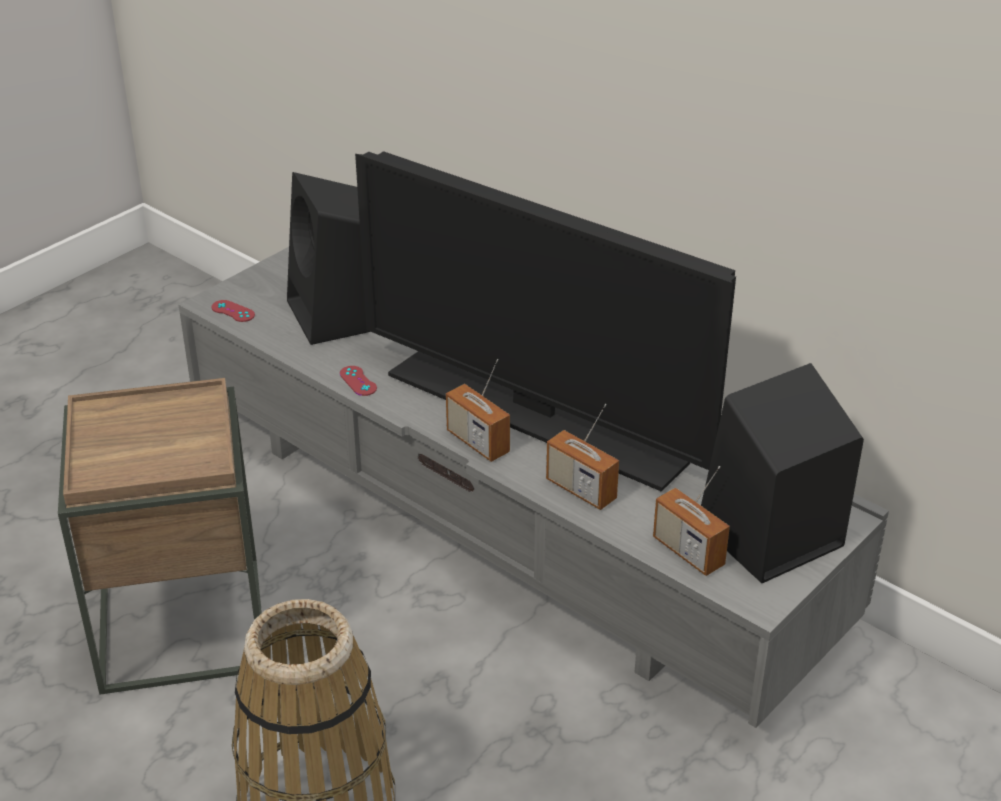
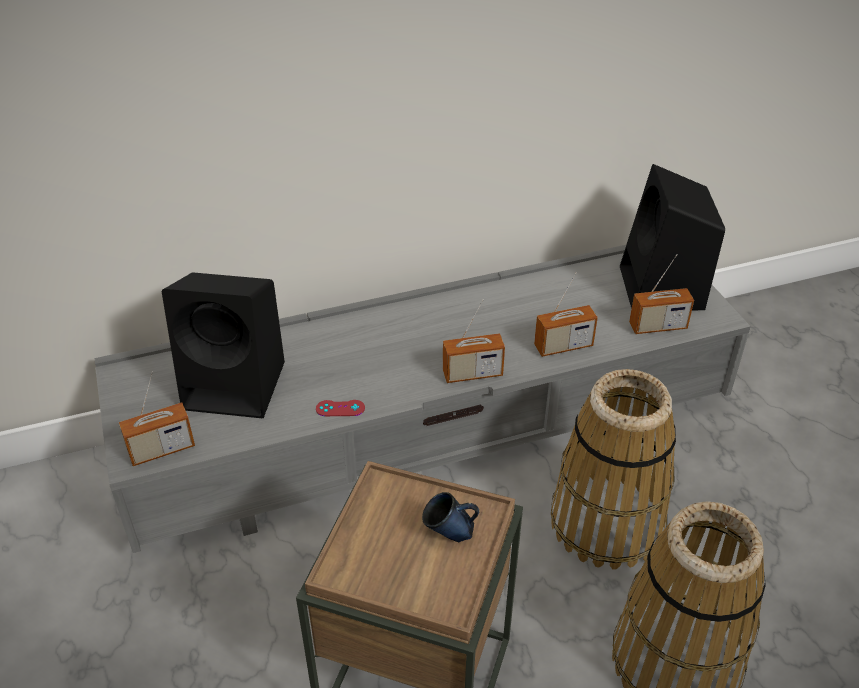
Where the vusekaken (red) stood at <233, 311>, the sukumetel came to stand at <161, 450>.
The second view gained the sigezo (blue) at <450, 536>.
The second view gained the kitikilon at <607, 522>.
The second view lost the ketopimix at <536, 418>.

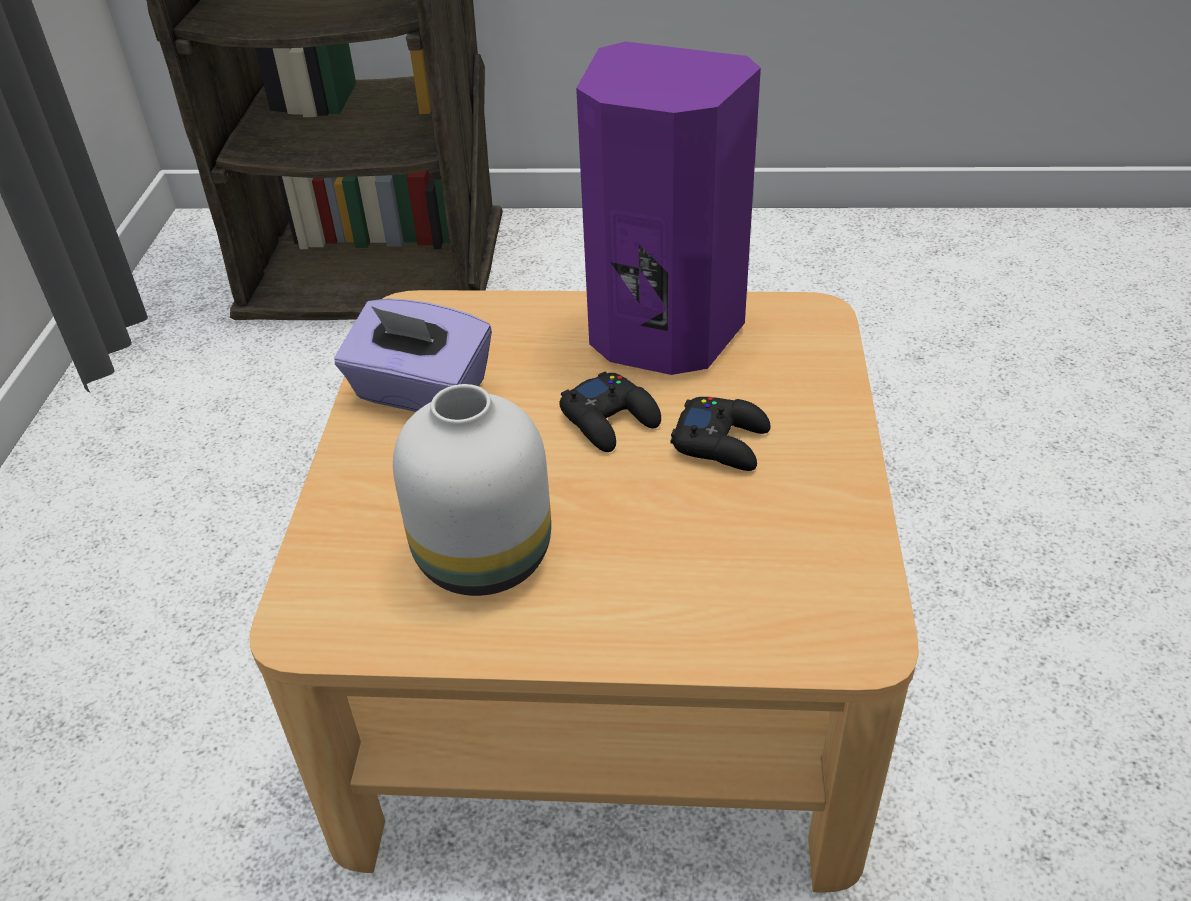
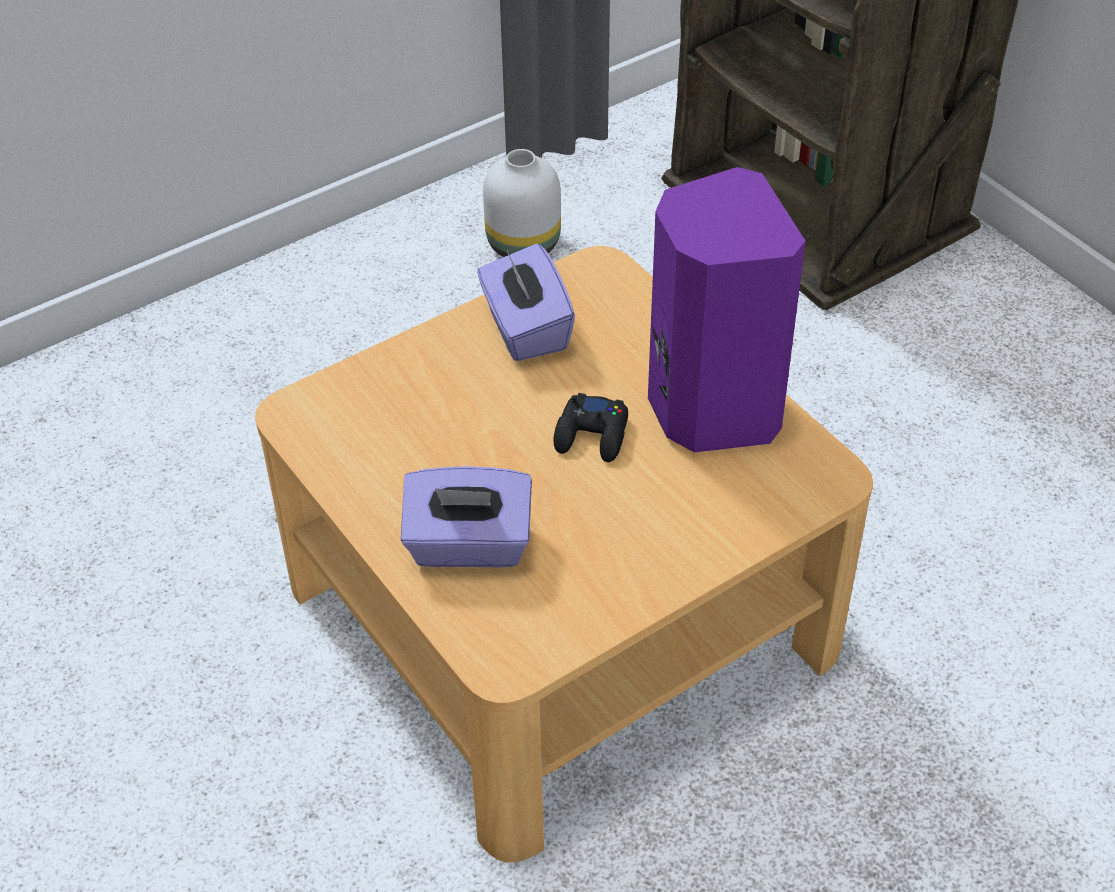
The second view gained the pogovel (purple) at <469, 546>.
The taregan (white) ended up elsewhere, having gone from <483, 554> to <525, 243>.
The second view lost the vusekaken (black) at <722, 442>.

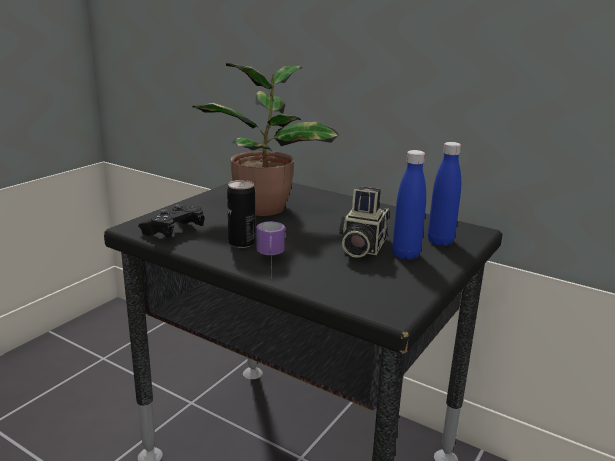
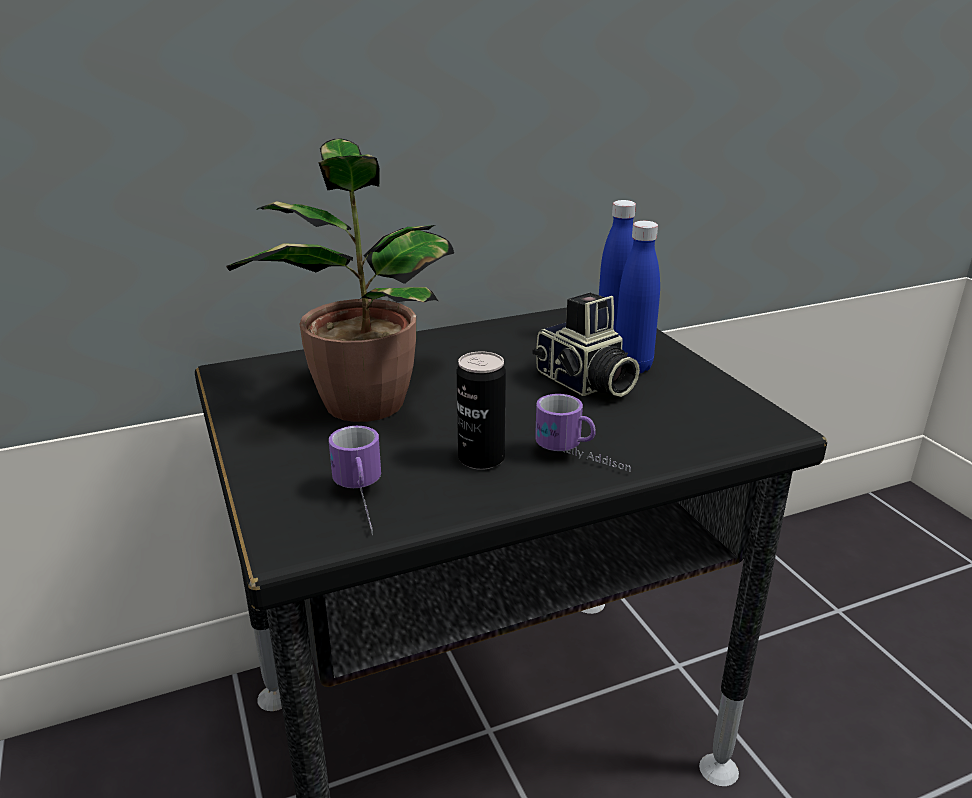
Where the vusekaken (black) stood at <173, 231>, the sigezo came to stand at <362, 505>.

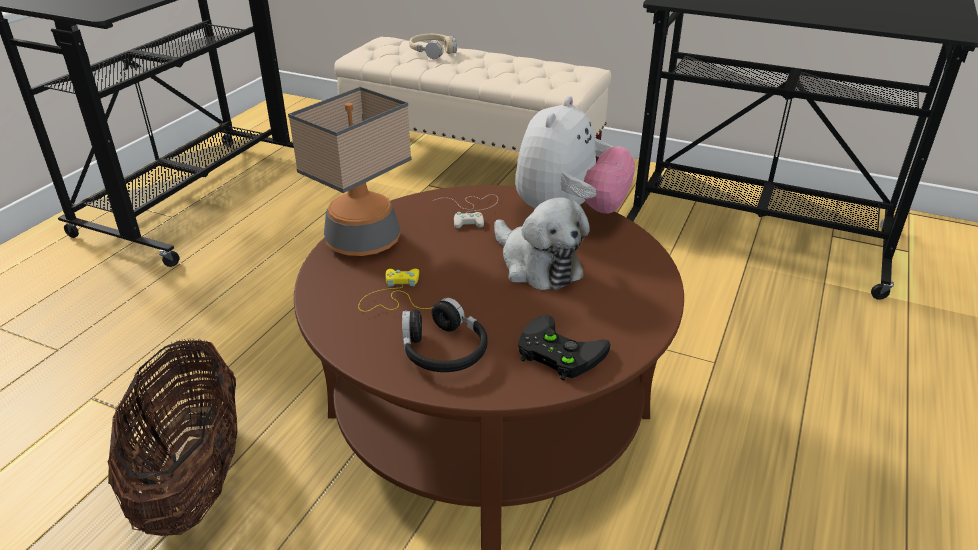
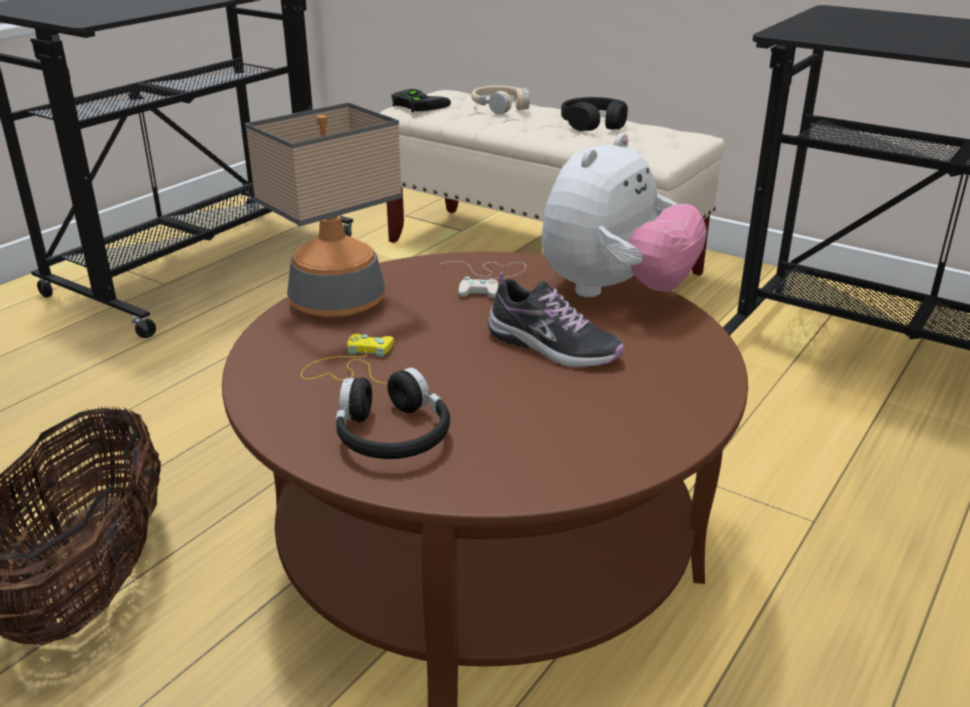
The vusekaken (black) ended up elsewhere, having gone from <556, 352> to <416, 105>.
Where the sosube stood at <537, 265>, the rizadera came to stand at <552, 347>.
The second view gained the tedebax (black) at <594, 124>.

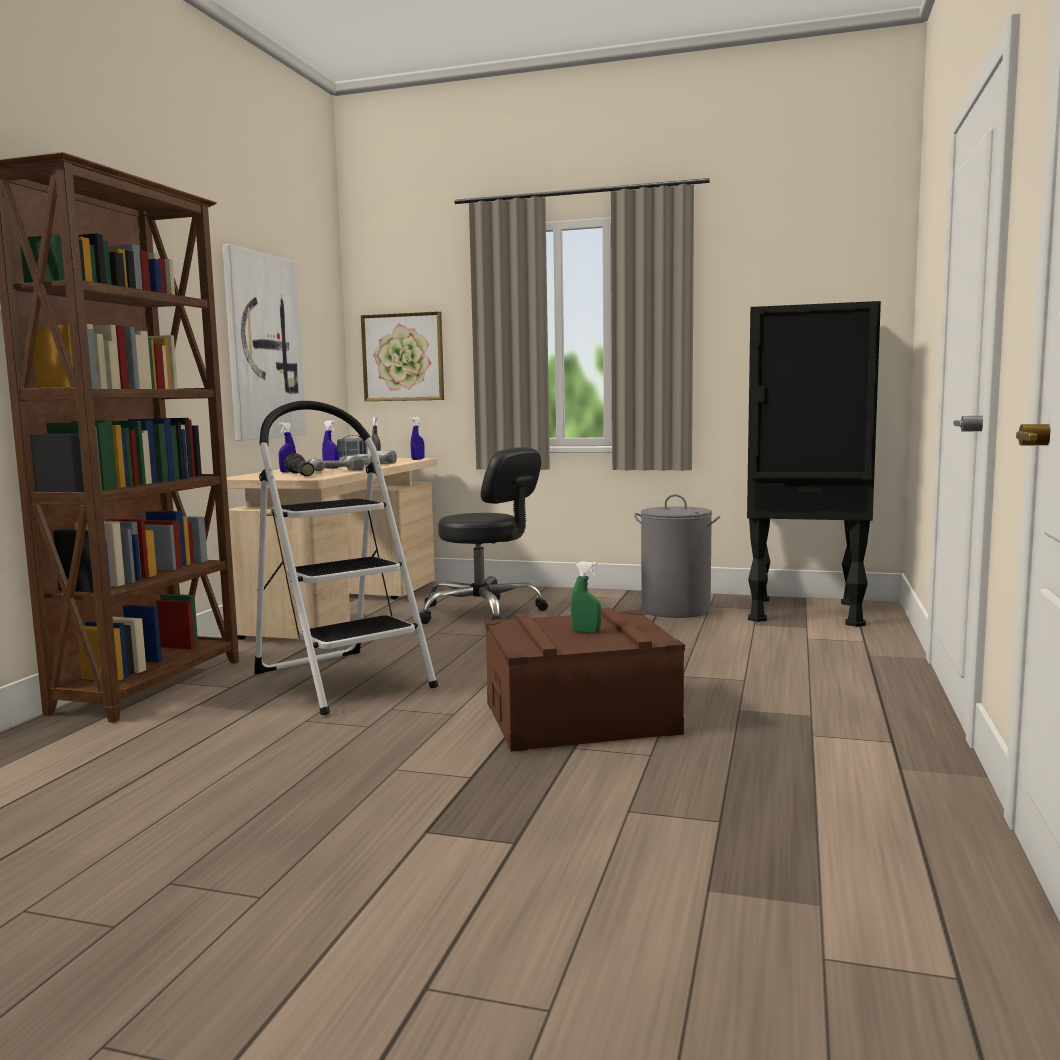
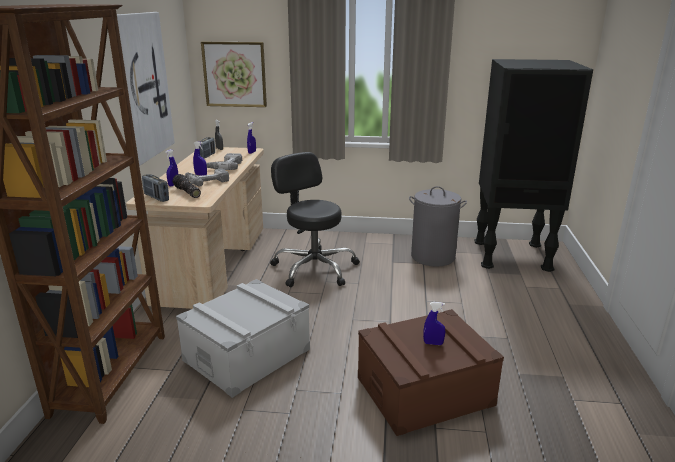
The second view gained the sukumetel at <156, 197>.
Where the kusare stood at <341, 679>, the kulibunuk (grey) came to stand at <247, 354>.
The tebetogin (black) at <485, 614> ended up facing another way, 150 degrees counterclockwise from before.
What was the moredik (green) at <586, 632> turned into the moredik (blue) at <433, 343>.

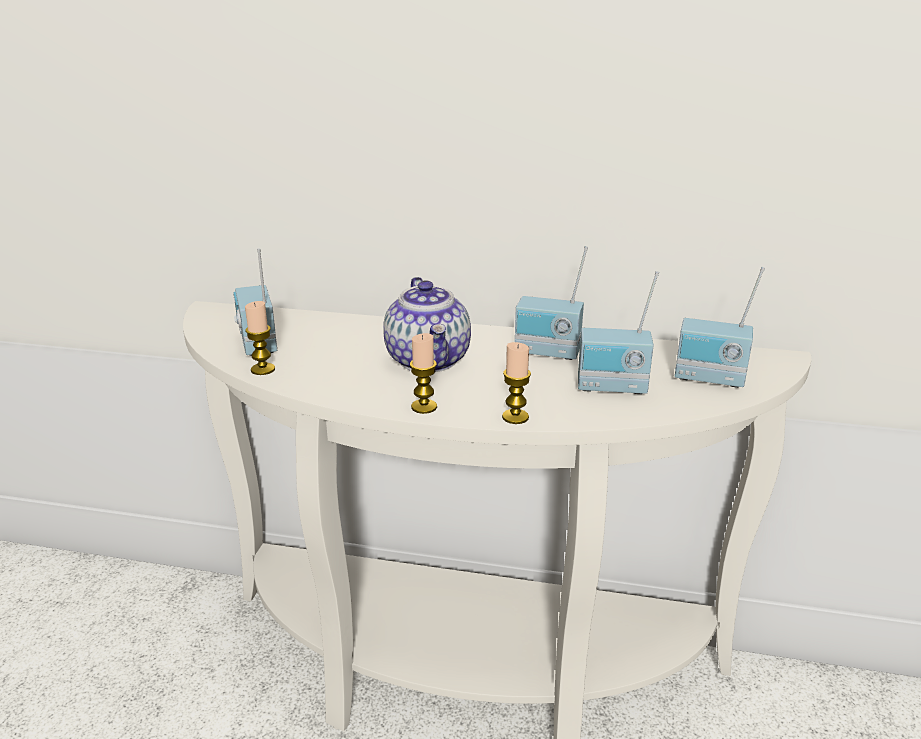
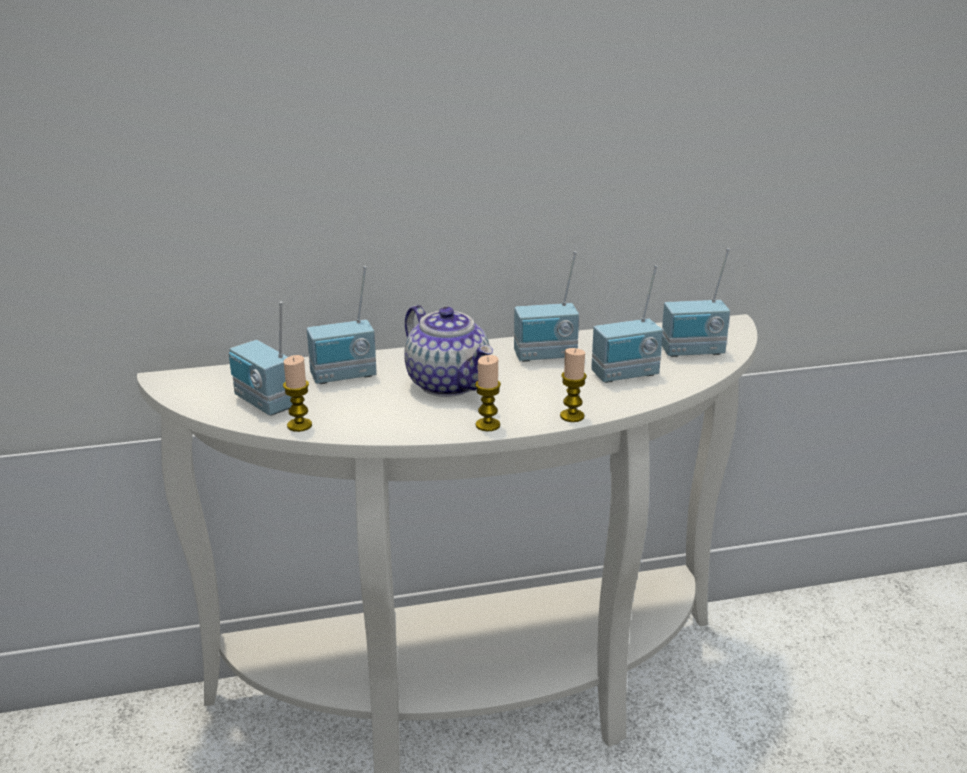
The second view gained the sukumetel at <344, 377>.

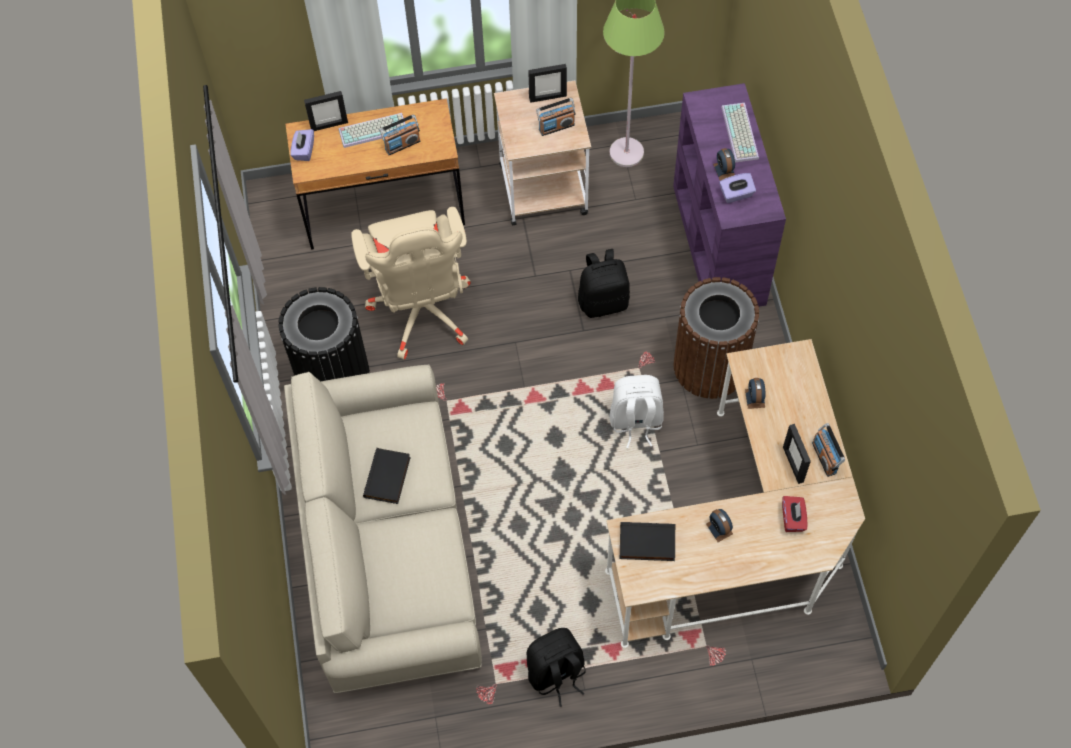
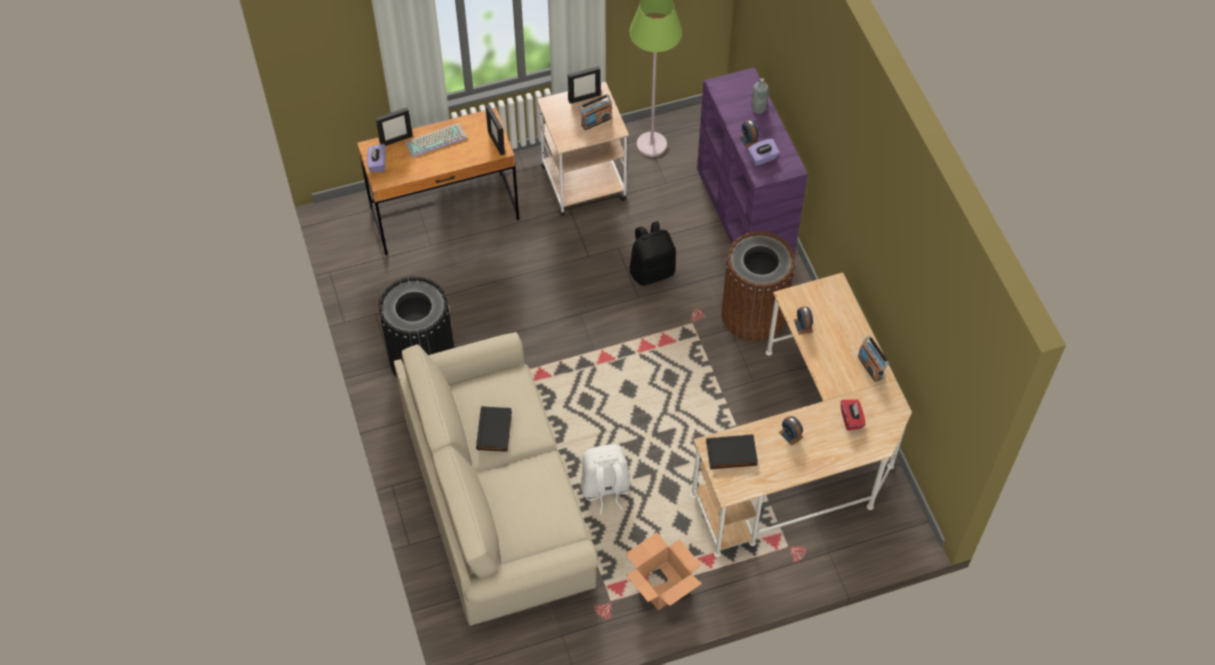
The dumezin ended up elsewhere, having gone from <794, 464> to <497, 142>.
The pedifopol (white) ended up elsewhere, having gone from <635, 421> to <605, 489>.
Where the pedifopol (black) stood at <556, 674>, the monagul came to stand at <662, 586>.
Where the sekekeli stood at <741, 133>, the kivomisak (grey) came to stand at <758, 108>.
The second view lost the tebetogin (beige) at <420, 302>.
The second view lost the sukumetel at <402, 144>.

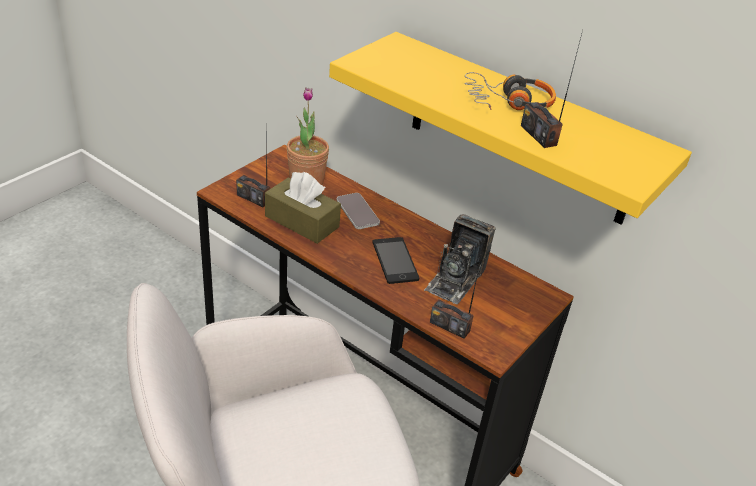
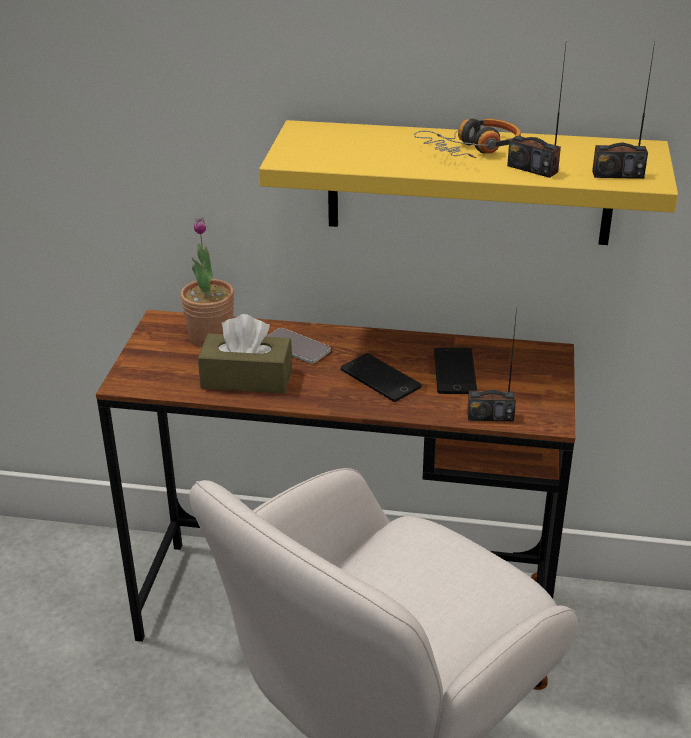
Where the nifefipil stood at <455, 279>, the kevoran came to stand at <454, 371>.
The sukumetel ended up elsewhere, having gone from <253, 198> to <617, 174>.

